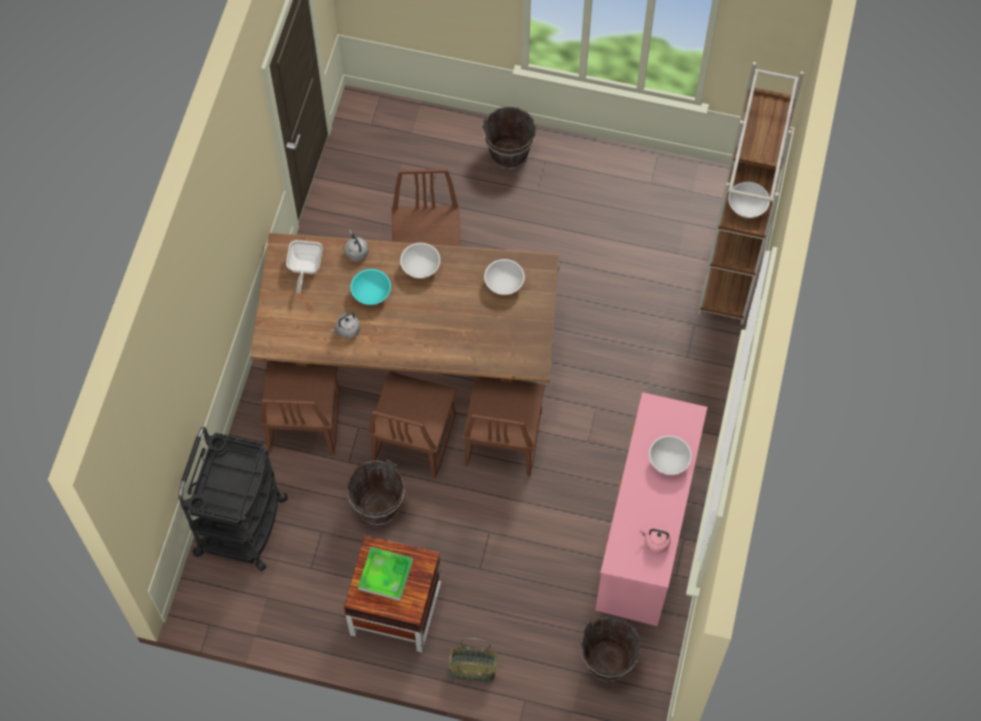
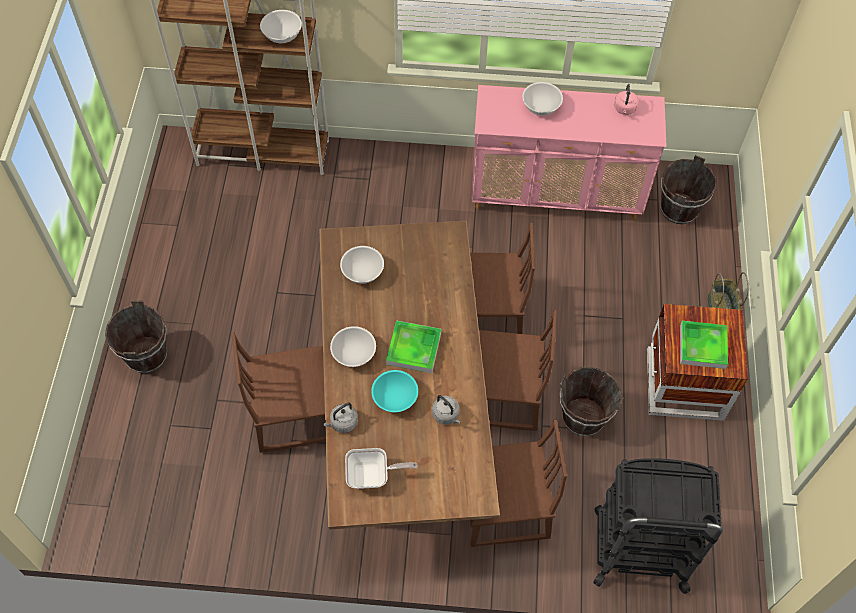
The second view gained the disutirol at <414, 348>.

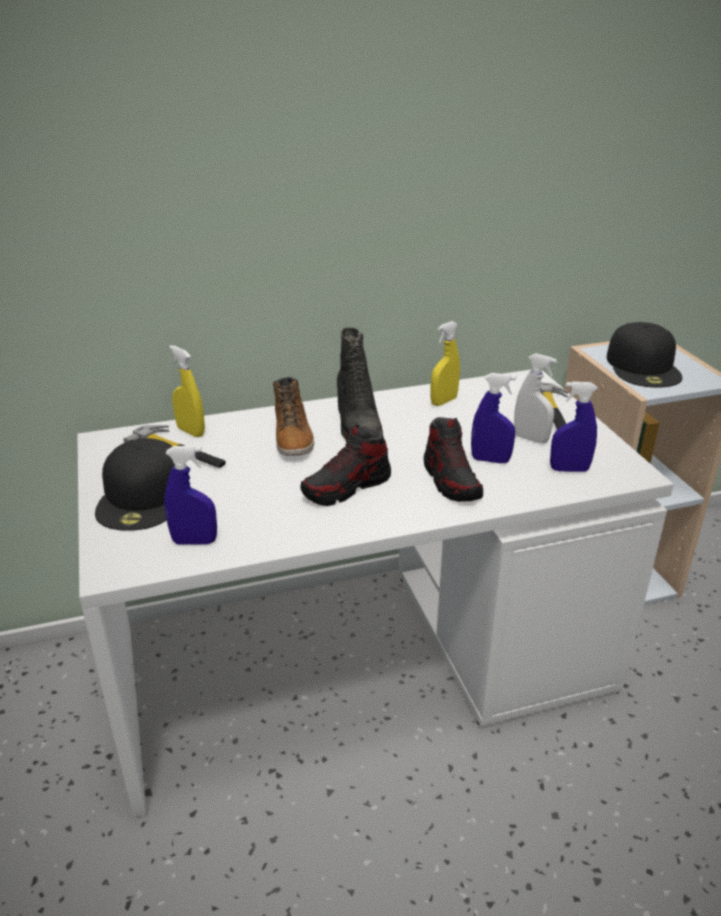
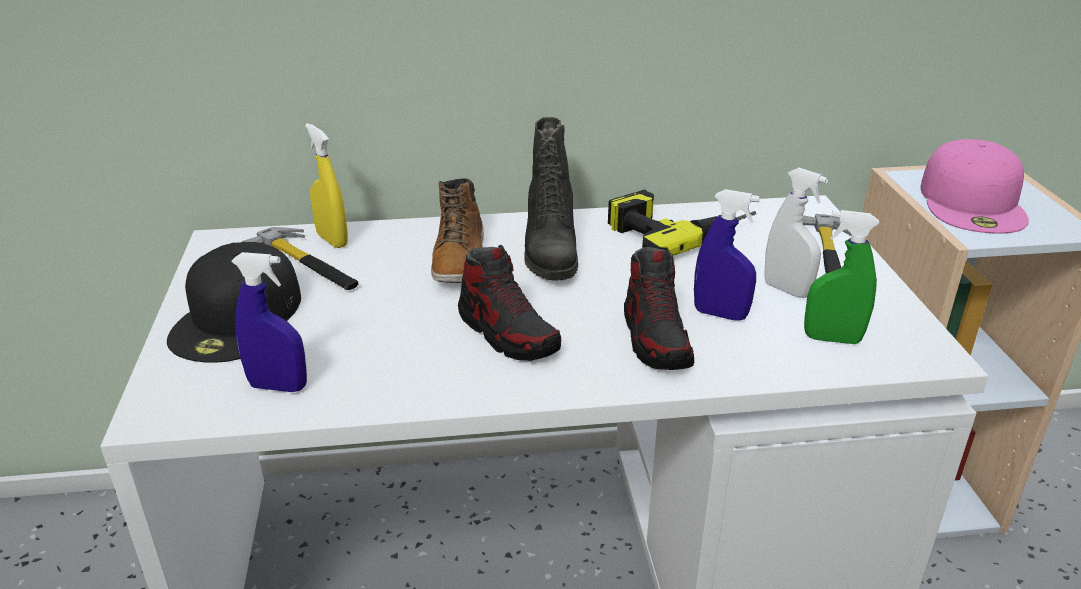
The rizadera at <347, 487> ended up facing another way, 105 degrees counterclockwise from before.
Where the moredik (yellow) stood at <443, 401>, the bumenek came to stand at <677, 229>.
What was the moredik (blue) at <569, 469> turned into the moredik (green) at <832, 339>.
What was the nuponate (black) at <643, 366> turned into the nuponate (pink) at <973, 203>.

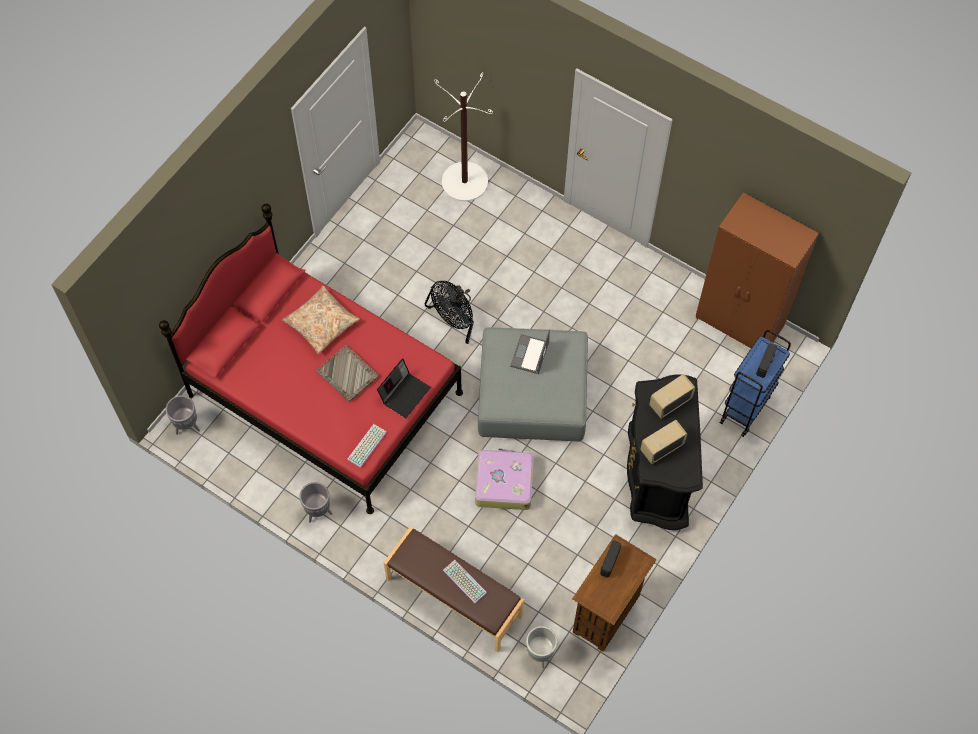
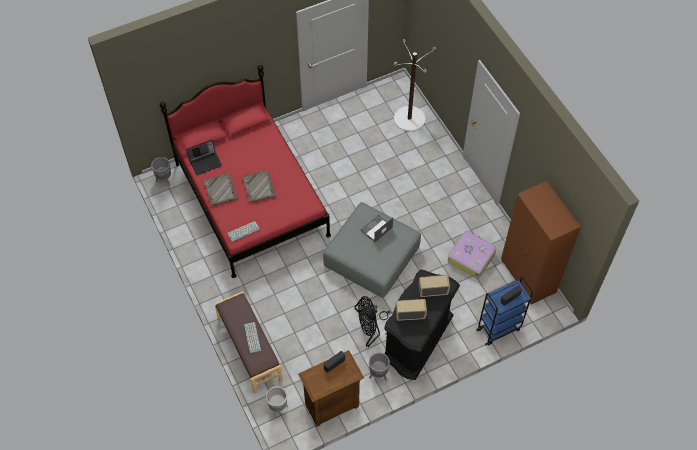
The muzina ended up elsewhere, having gone from <404, 393> to <205, 162>.
The second view gained the disutirol (grey) at <220, 190>.
The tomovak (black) ended up elsewhere, having gone from <455, 317> to <370, 325>.
The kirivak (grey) ended up elsewhere, having gone from <318, 511> to <378, 374>.
The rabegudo ended up elsewhere, having gone from <503, 483> to <471, 257>.
The second view lost the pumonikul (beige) at <321, 323>.

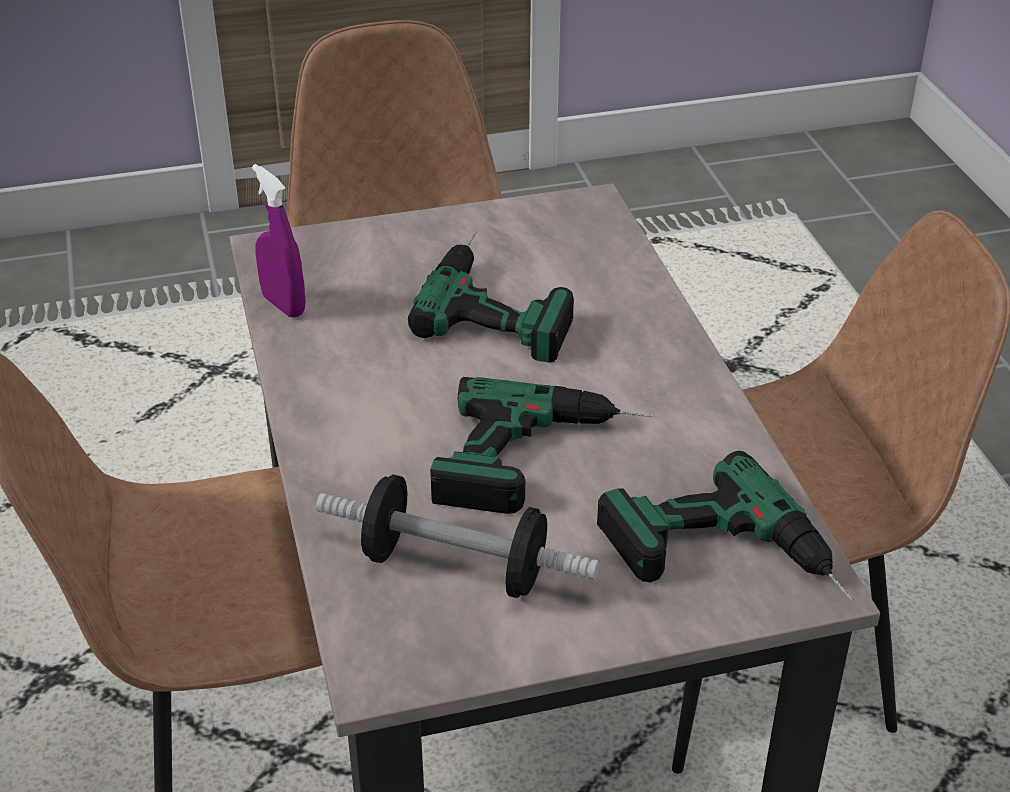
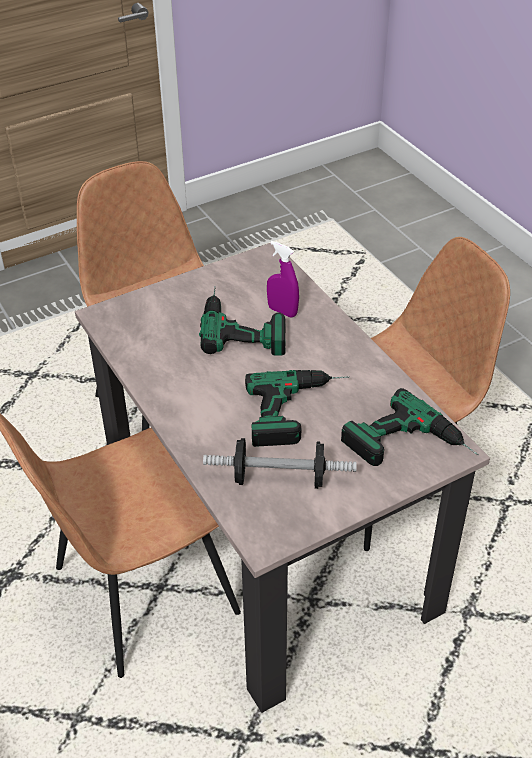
The moredik (purple) ended up elsewhere, having gone from <283, 305> to <282, 311>.

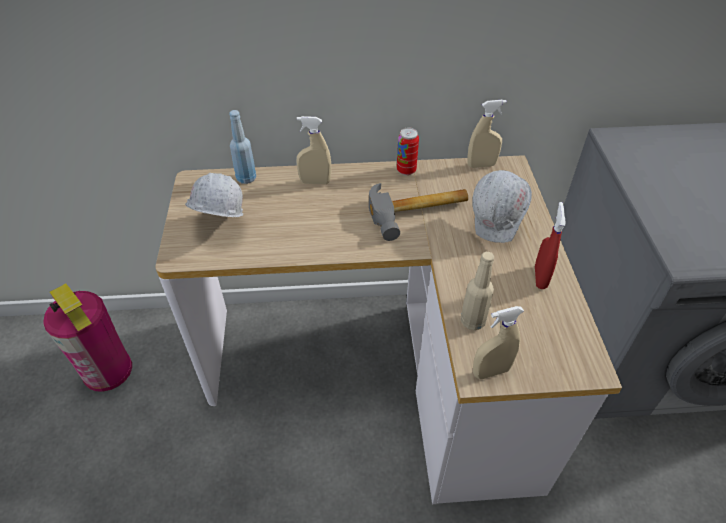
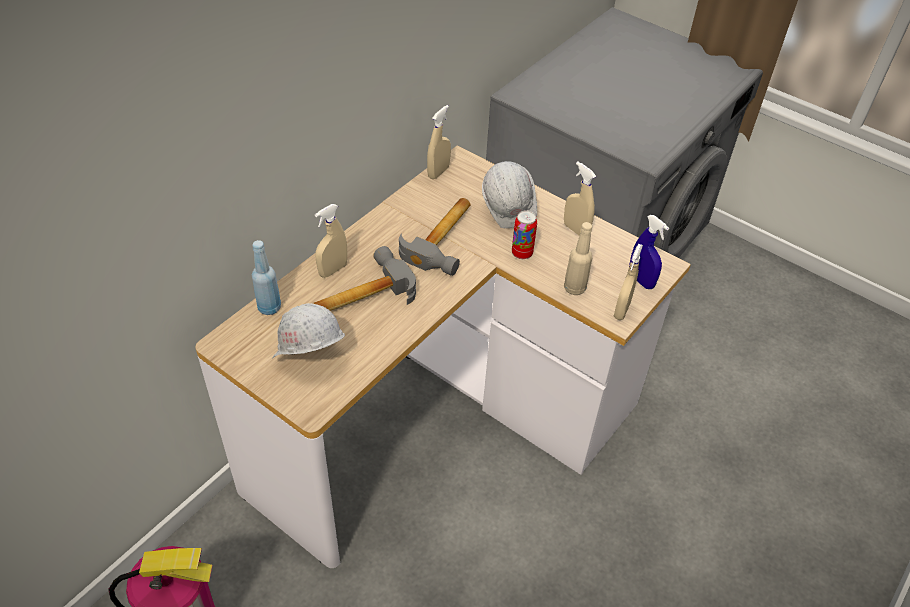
The second view gained the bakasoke at <360, 294>.
The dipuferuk ended up elsewhere, having gone from <406, 170> to <522, 253>.
What was the moredik (red) at <540, 277> turned into the moredik (beige) at <575, 230>.
The second view gained the moredik (blue) at <641, 280>.

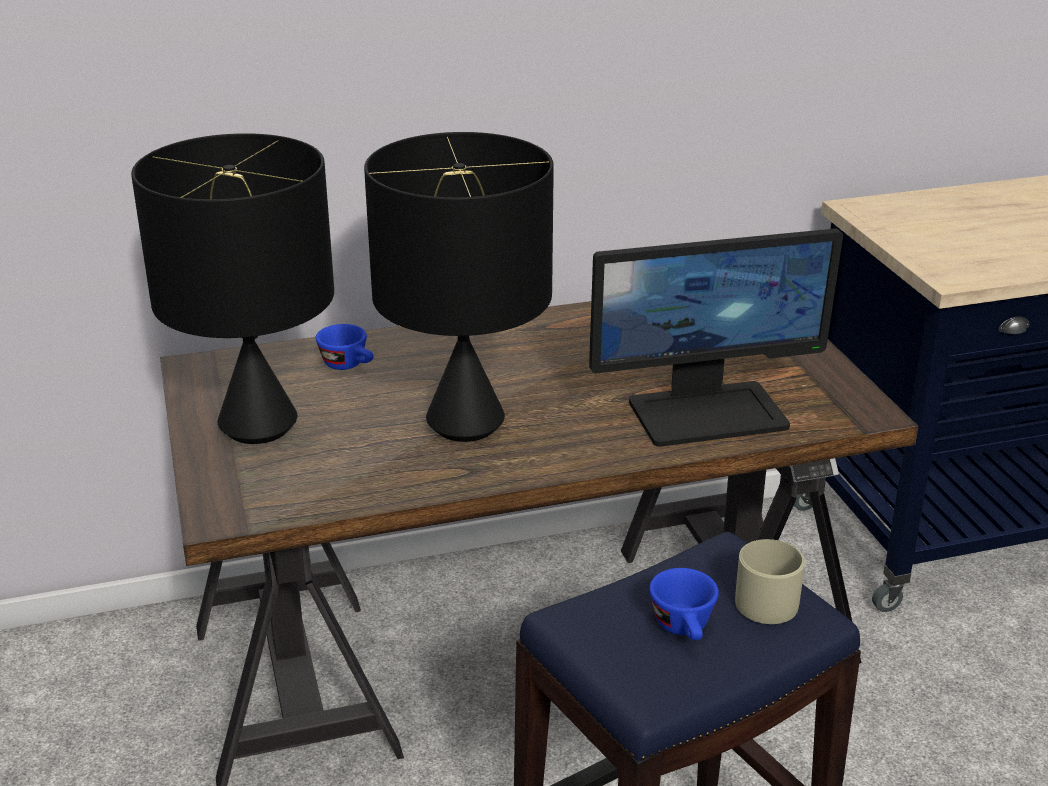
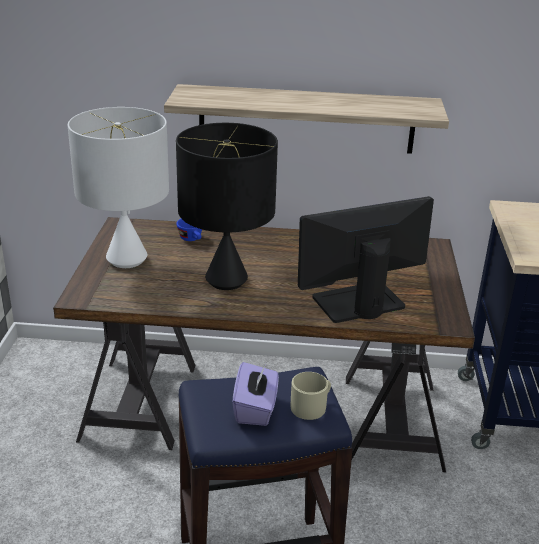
What was the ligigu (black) at <258, 428> turned into the ligigu (white) at <127, 260>.
The second view gained the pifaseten at <306, 119>.
Where the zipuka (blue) stood at <685, 629>, the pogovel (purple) came to stand at <255, 409>.
The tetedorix at <707, 412> ended up facing another way, 150 degrees clockwise from before.

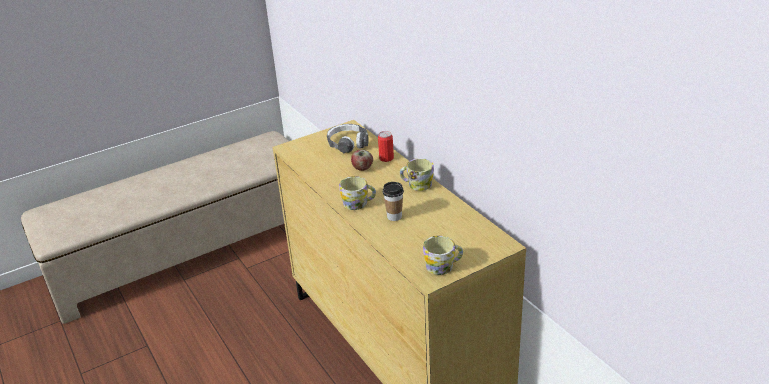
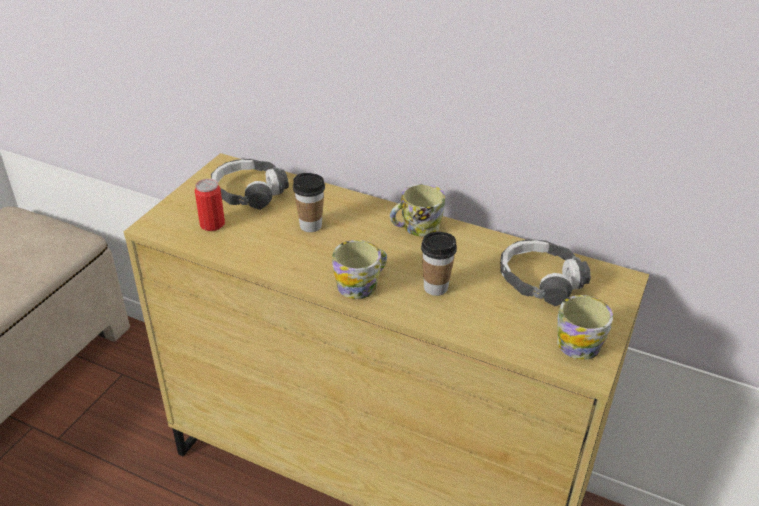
The dipuferuk ended up elsewhere, having gone from <386, 158> to <212, 224>.
Where the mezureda stood at <362, 168>, the zipuka came to stand at <310, 225>.
The second view gained the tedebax at <540, 280>.

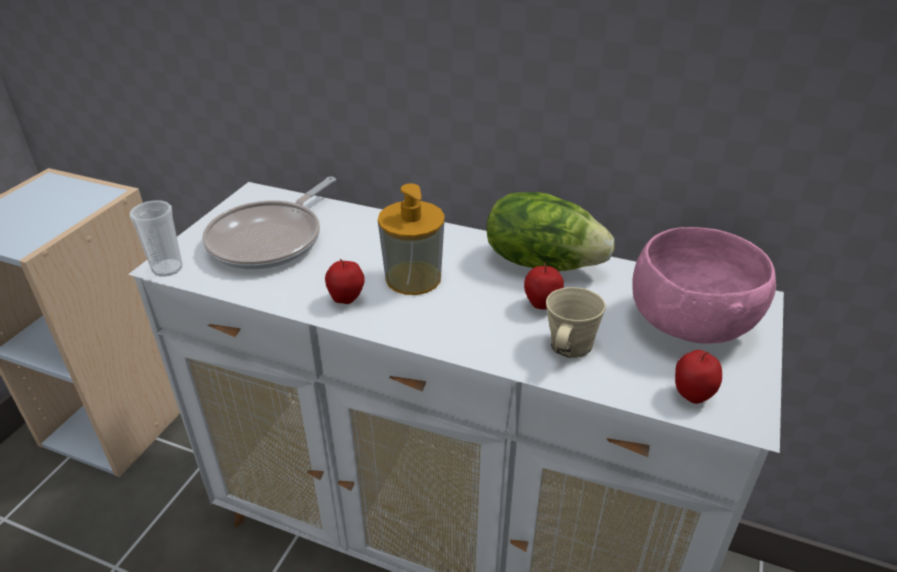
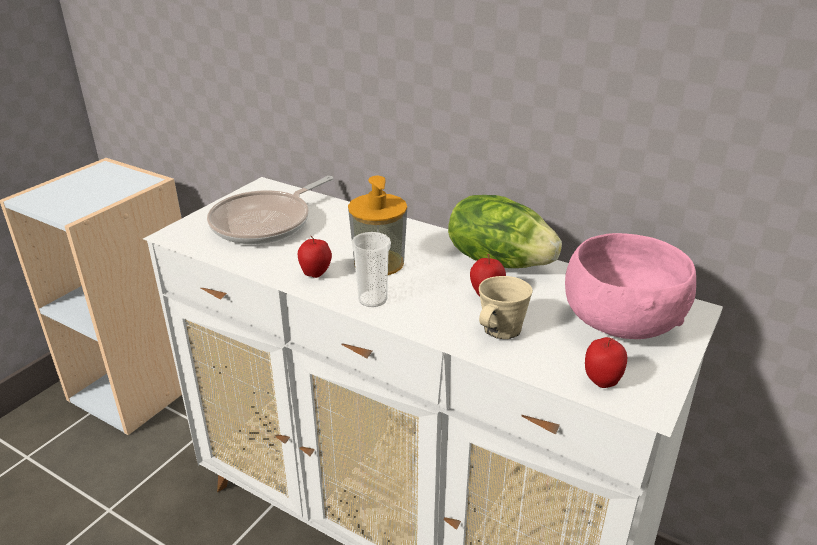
The zipuka ended up elsewhere, having gone from <167, 268> to <372, 299>.

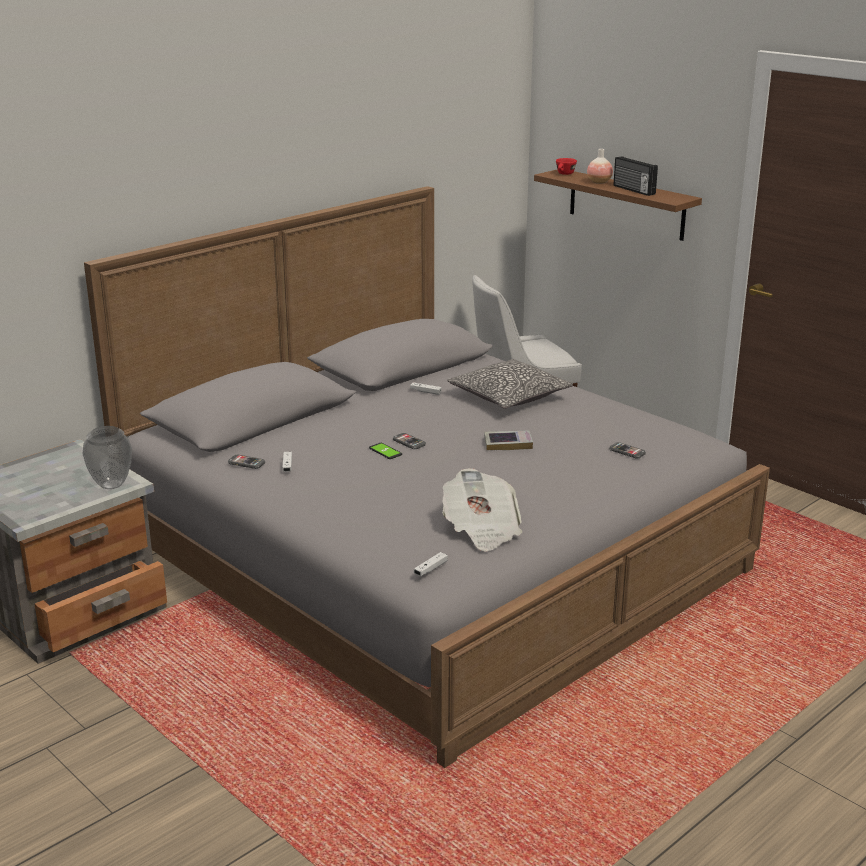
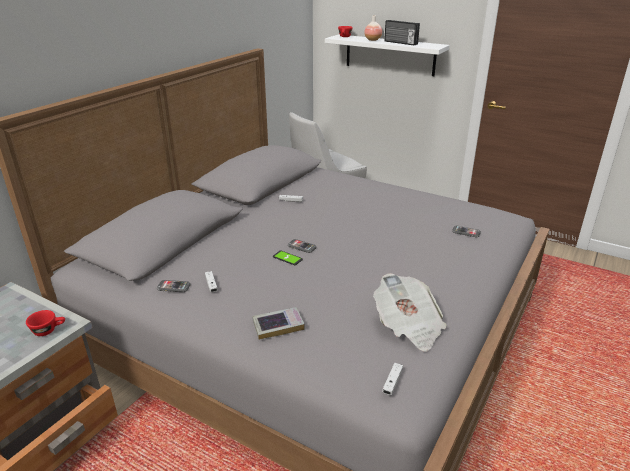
Where the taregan stood at <110, 485>, the zipuka (red) came to stand at <49, 330>.
The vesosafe ended up elsewhere, having gone from <508, 444> to <278, 326>.
What was the pifaseten (brown) at <626, 204> turned into the pifaseten (white) at <390, 55>.
The second view lost the pumonikul at <509, 396>.

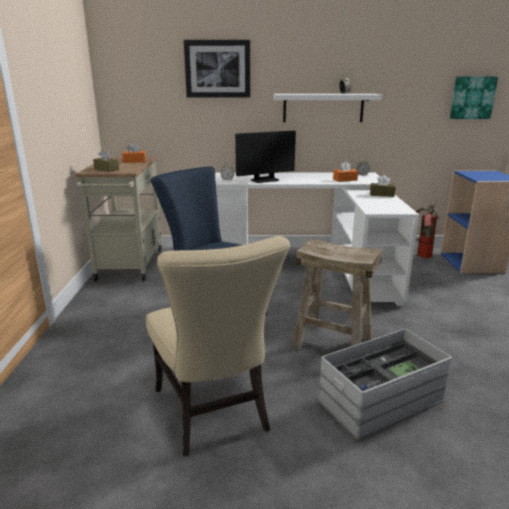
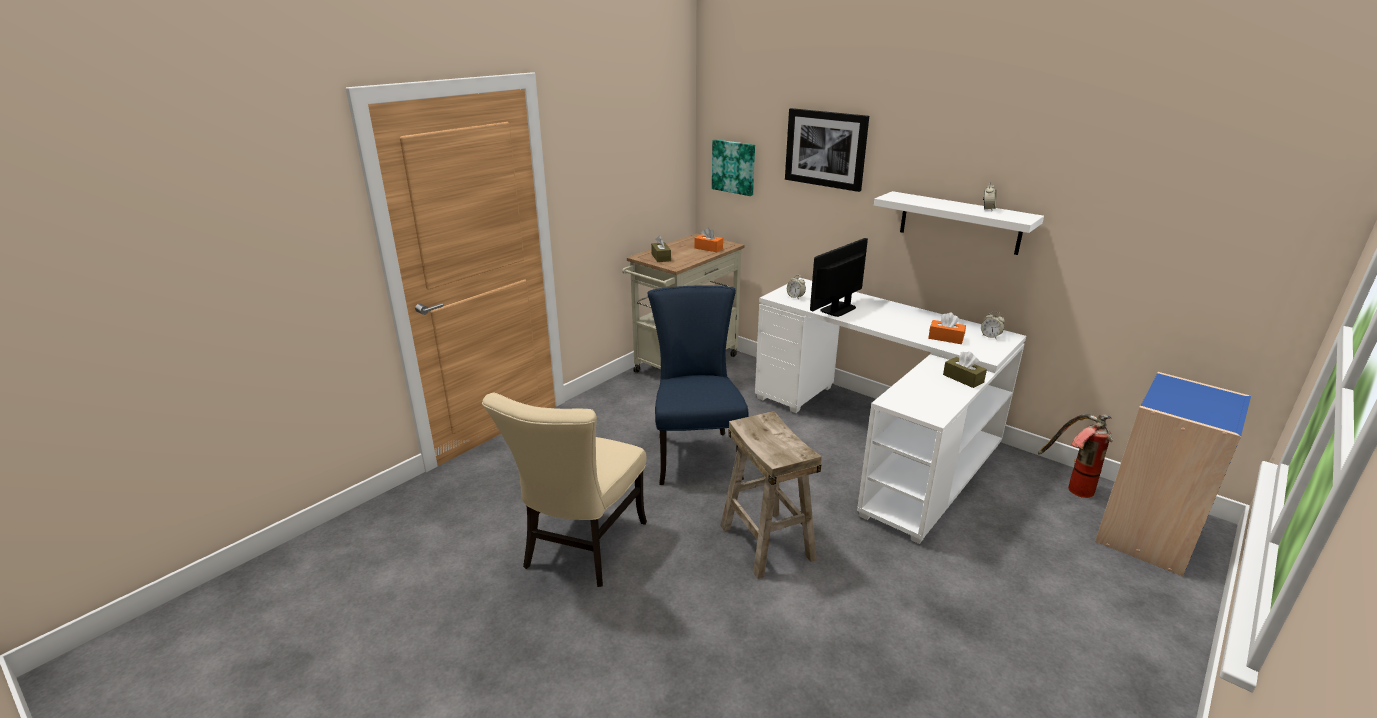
The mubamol ended up elsewhere, having gone from <472, 97> to <734, 167>.
The tetedorix at <265, 180> ended up facing another way, 120 degrees clockwise from before.
The second view lost the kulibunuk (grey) at <381, 401>.

